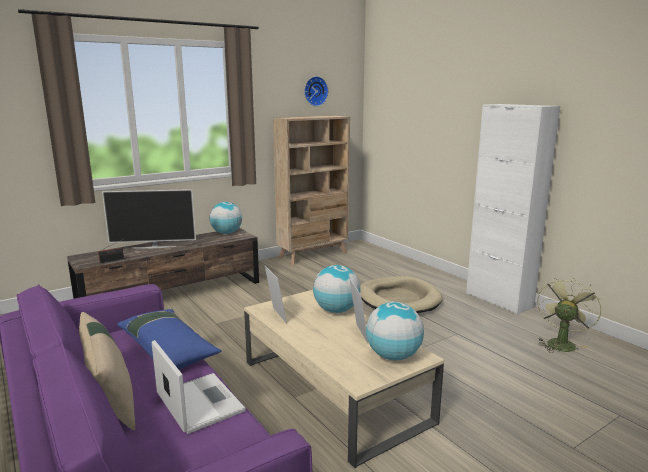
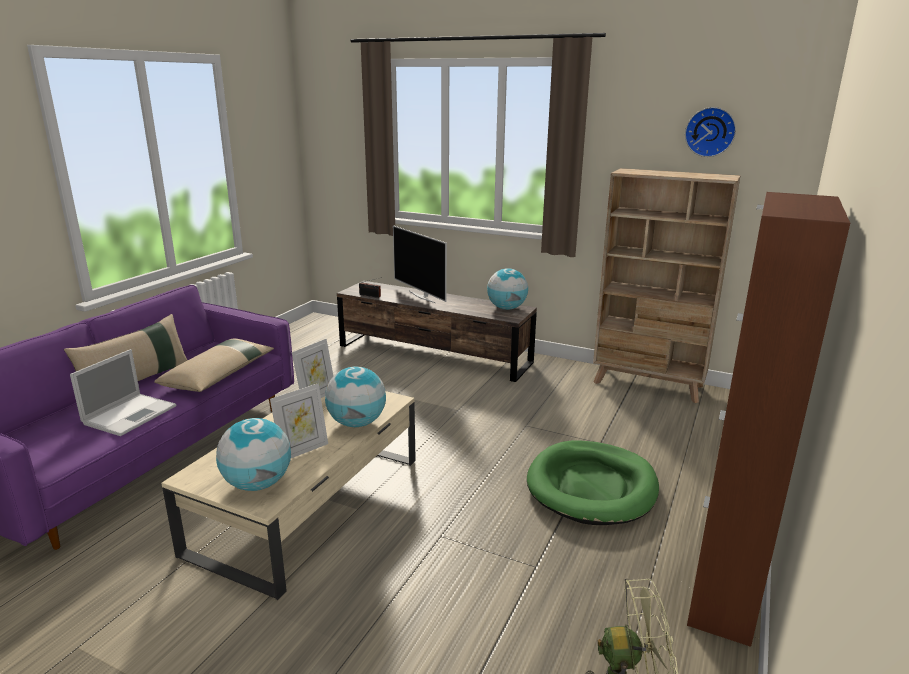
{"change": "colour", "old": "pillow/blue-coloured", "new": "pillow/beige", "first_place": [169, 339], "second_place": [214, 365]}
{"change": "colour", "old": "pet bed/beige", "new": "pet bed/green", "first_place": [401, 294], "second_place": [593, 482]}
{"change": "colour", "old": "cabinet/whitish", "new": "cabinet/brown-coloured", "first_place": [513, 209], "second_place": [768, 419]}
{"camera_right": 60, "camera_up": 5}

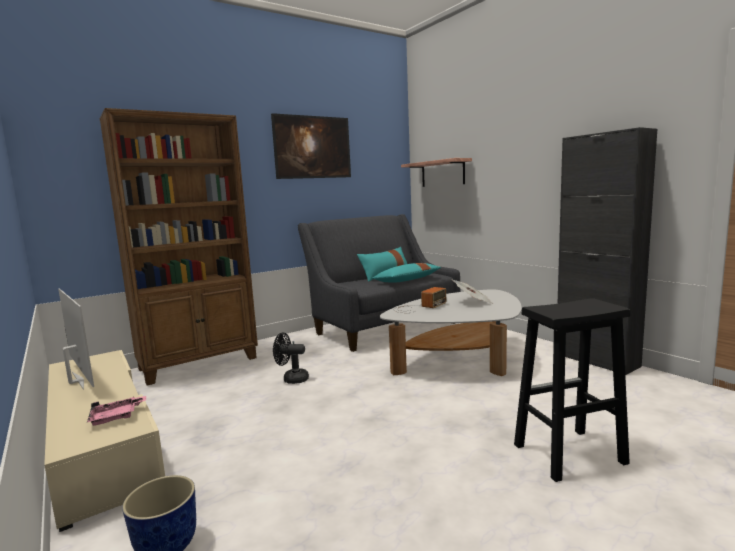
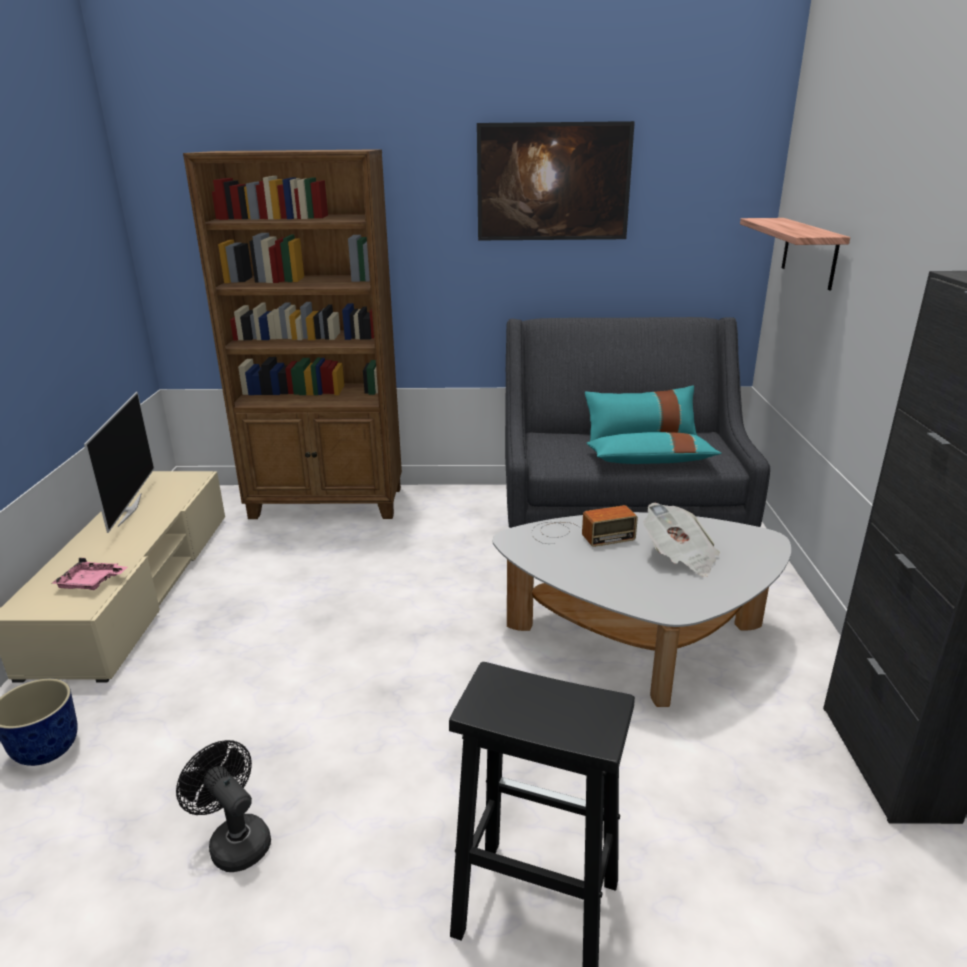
{"change": "relocated", "old": "electric fan/black", "first_place": [291, 358], "second_place": [223, 806]}
{"camera_right": 35, "camera_up": 15}

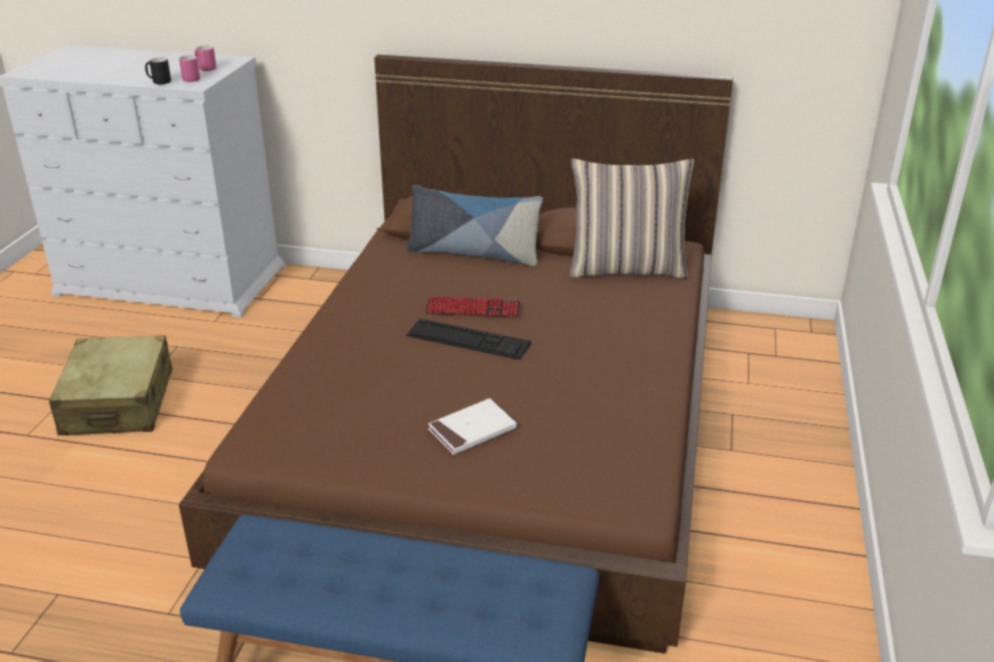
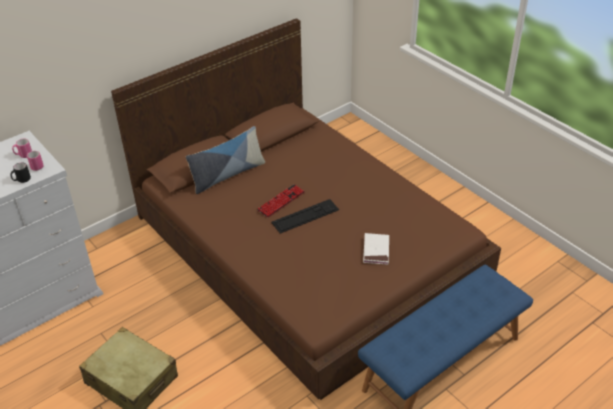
{"change": "missing", "old": "pillow", "first_place": [631, 218]}
{"camera_right": -50, "camera_up": 10}

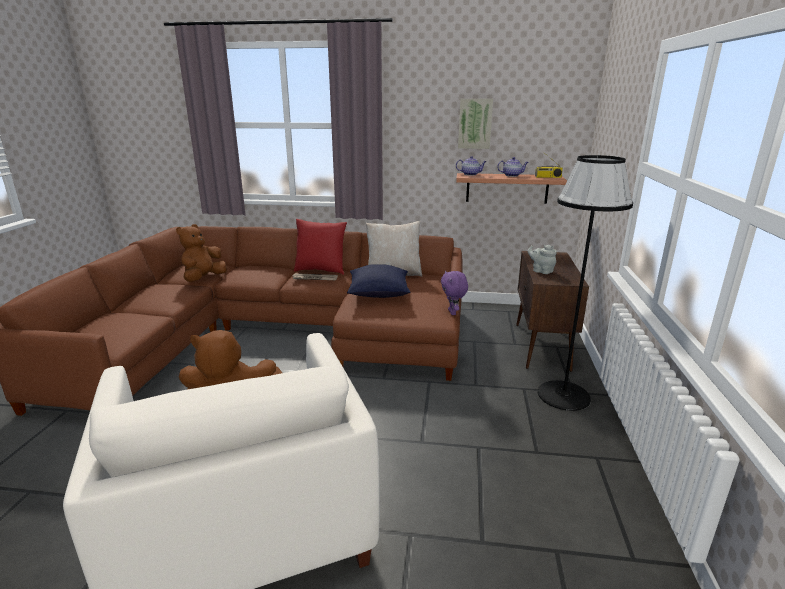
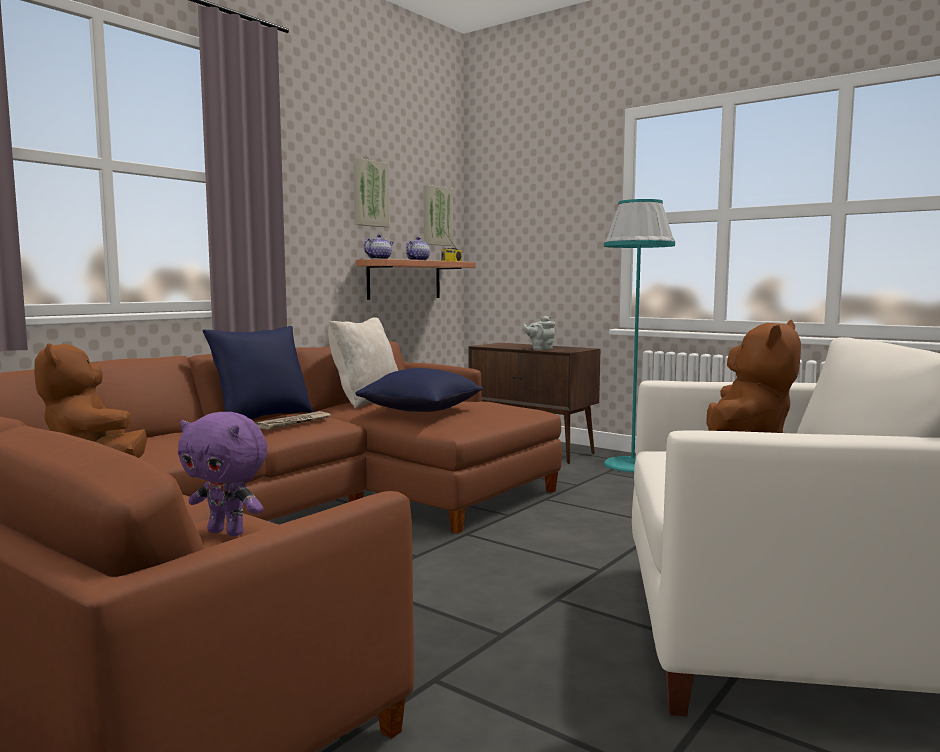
{"change": "colour", "old": "pillow/reddish", "new": "pillow/blue-coloured", "first_place": [320, 247], "second_place": [257, 372]}
{"change": "relocated", "old": "cuddly toy/purple", "first_place": [454, 293], "second_place": [222, 474]}
{"change": "colour", "old": "standard lamp/black", "new": "standard lamp/turquoise", "first_place": [585, 283], "second_place": [639, 335]}
{"change": "appeared", "new": "wall picture", "second_place": [438, 215]}
{"camera_right": -60, "camera_up": -15}

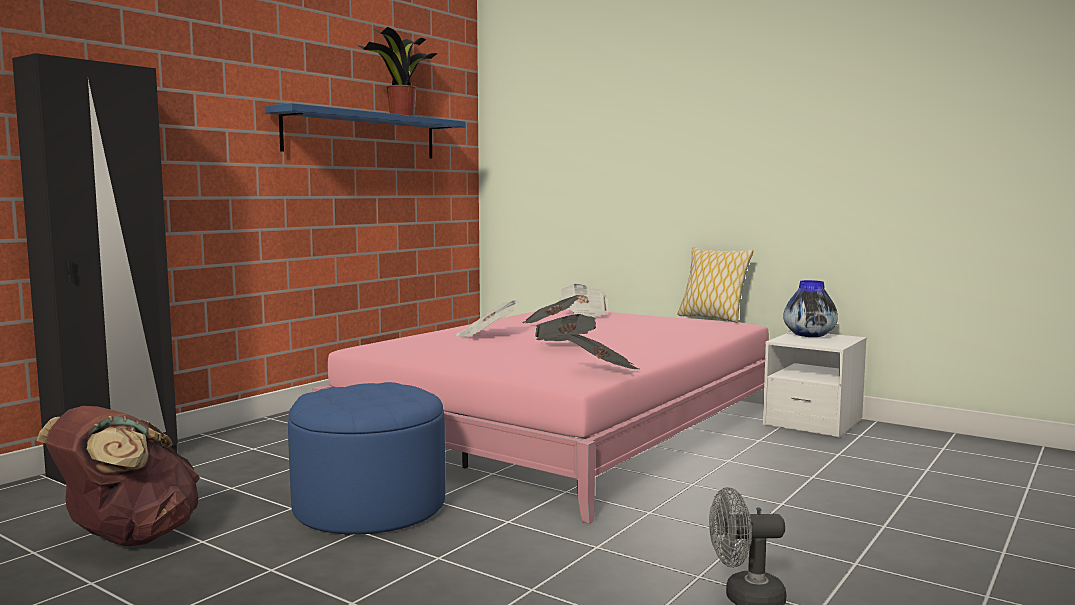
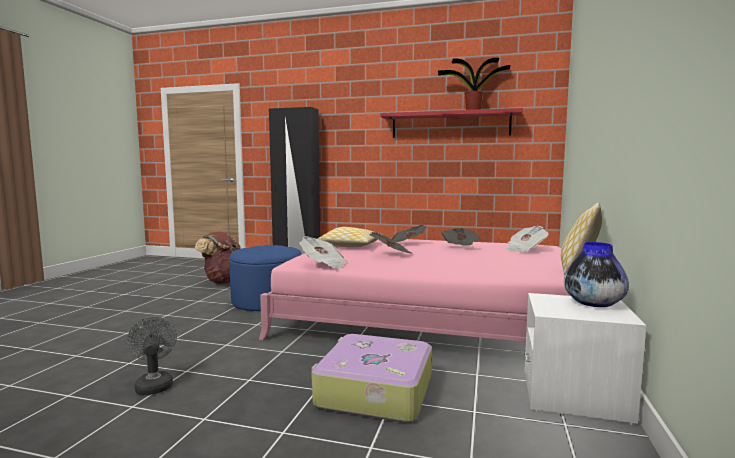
{"change": "colour", "old": "wall shelf/blue-coloured", "new": "wall shelf/reddish", "first_place": [365, 131], "second_place": [451, 123]}
{"change": "appeared", "new": "travel case", "second_place": [371, 378]}
{"change": "appeared", "new": "pillow", "second_place": [350, 237]}
{"camera_right": 70, "camera_up": 0}

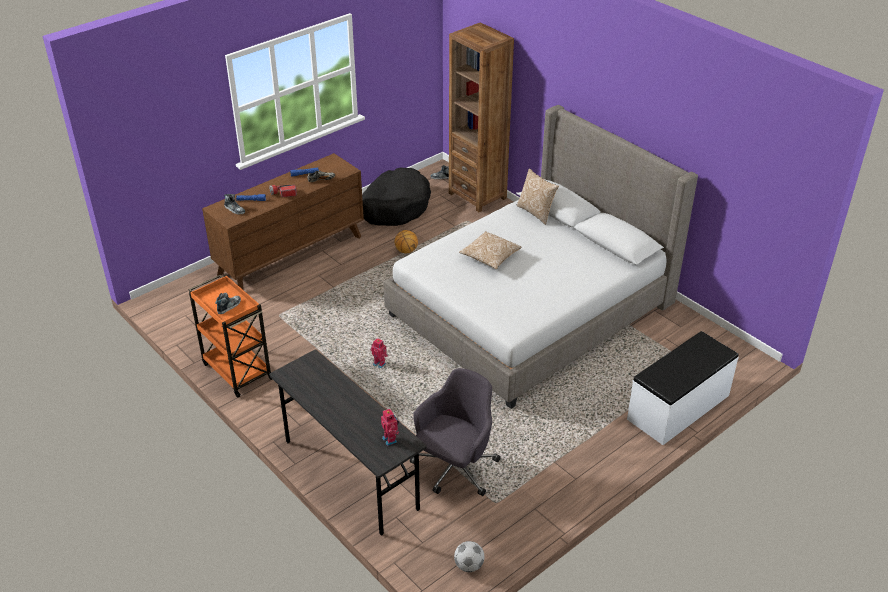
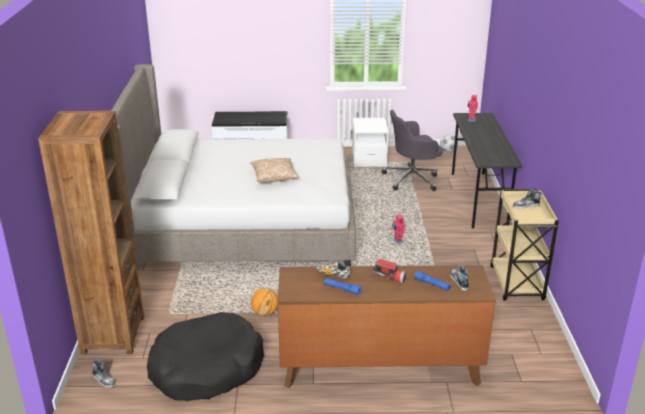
{"change": "colour", "old": "trolley/orangey", "new": "trolley/beige", "first_place": [230, 336], "second_place": [524, 245]}
{"change": "missing", "old": "pillow", "first_place": [538, 197]}
{"change": "appeared", "new": "nightstand/whitish", "second_place": [370, 142]}
{"camera_right": -140, "camera_up": -10}

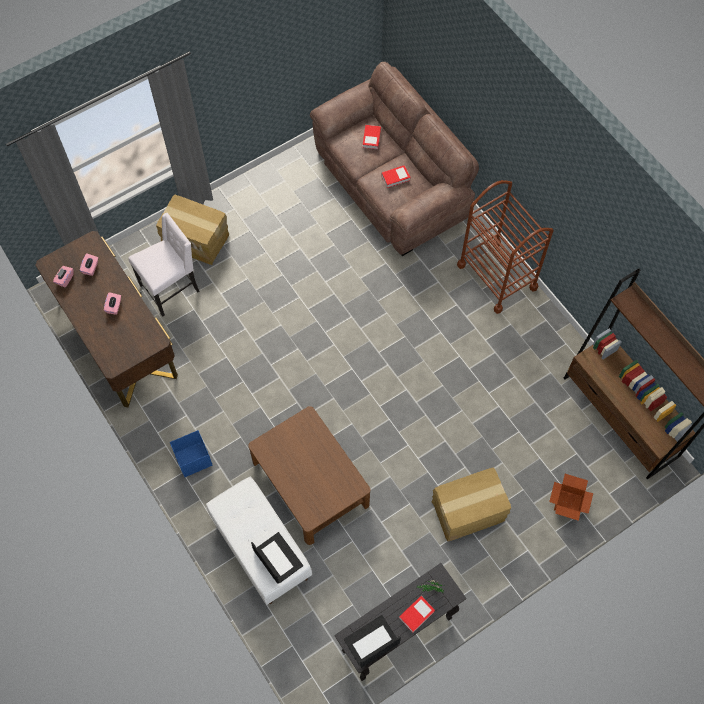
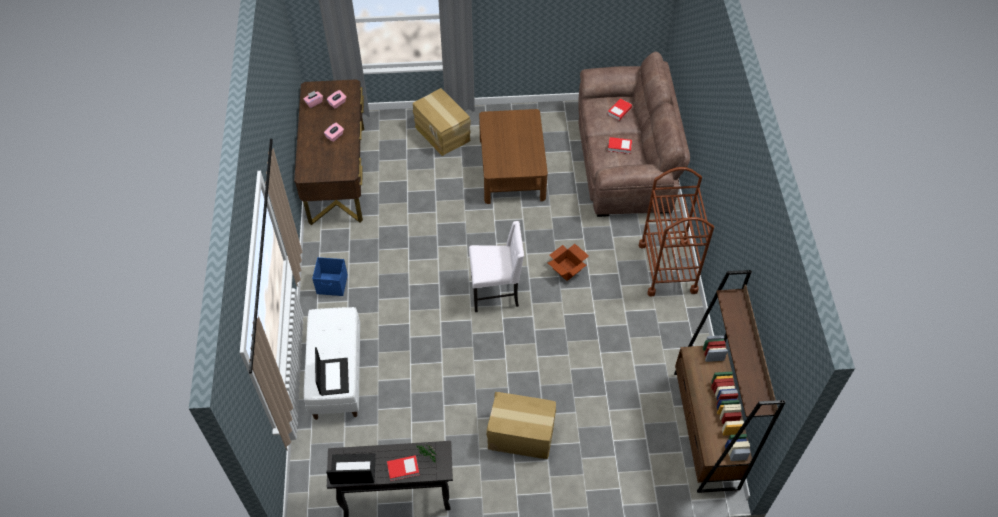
{"change": "relocated", "old": "upright chair/whitish", "first_place": [164, 265], "second_place": [496, 266]}
{"change": "relocated", "old": "low table/brown-coloured", "first_place": [309, 475], "second_place": [513, 156]}
{"change": "relocated", "old": "carton", "first_place": [571, 497], "second_place": [568, 262]}
{"camera_right": 30, "camera_up": -10}

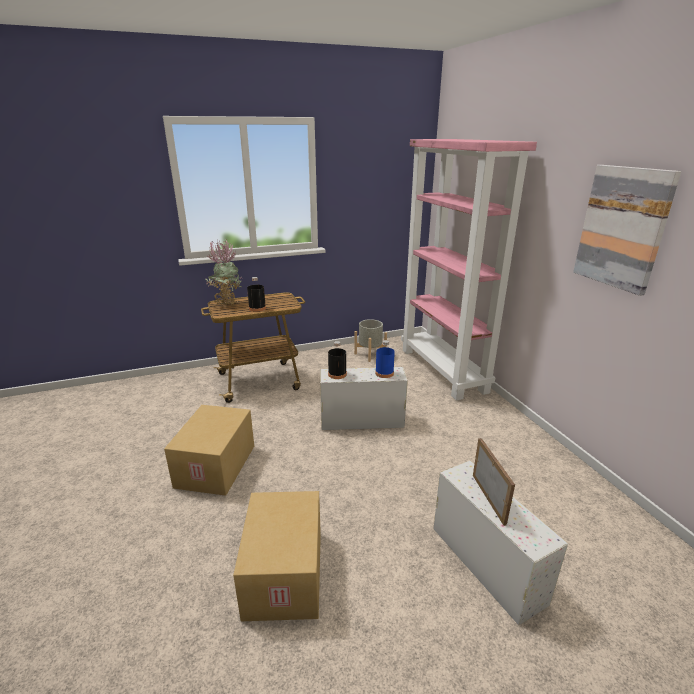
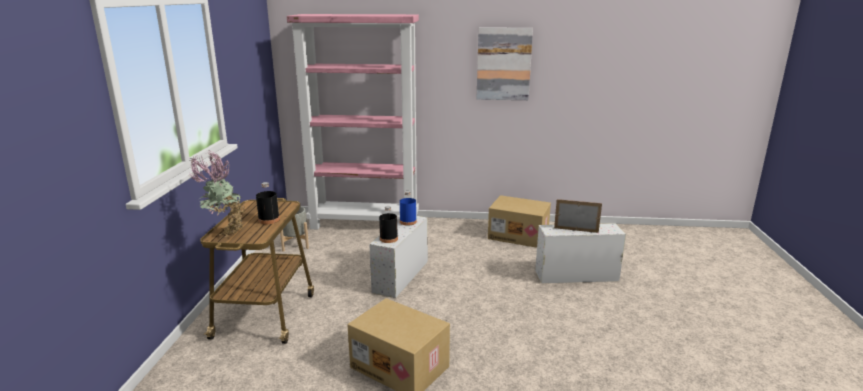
{"change": "relocated", "old": "carton", "first_place": [277, 556], "second_place": [519, 221]}
{"camera_right": -65, "camera_up": -5}

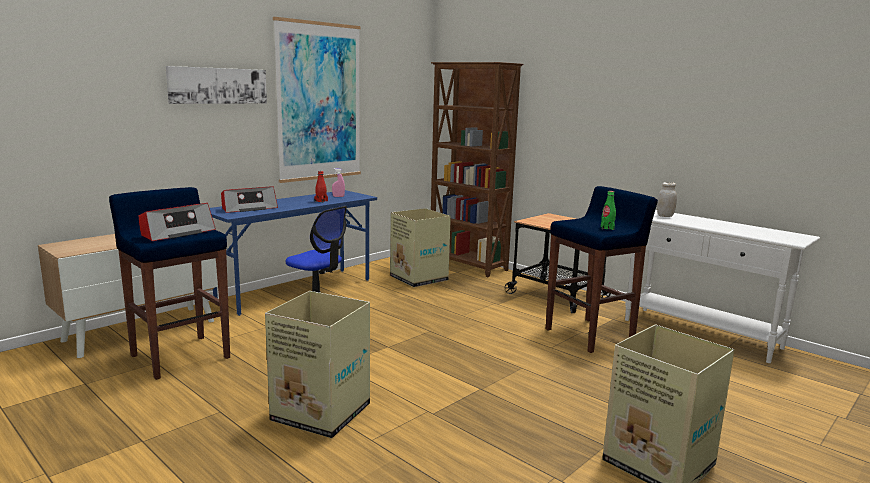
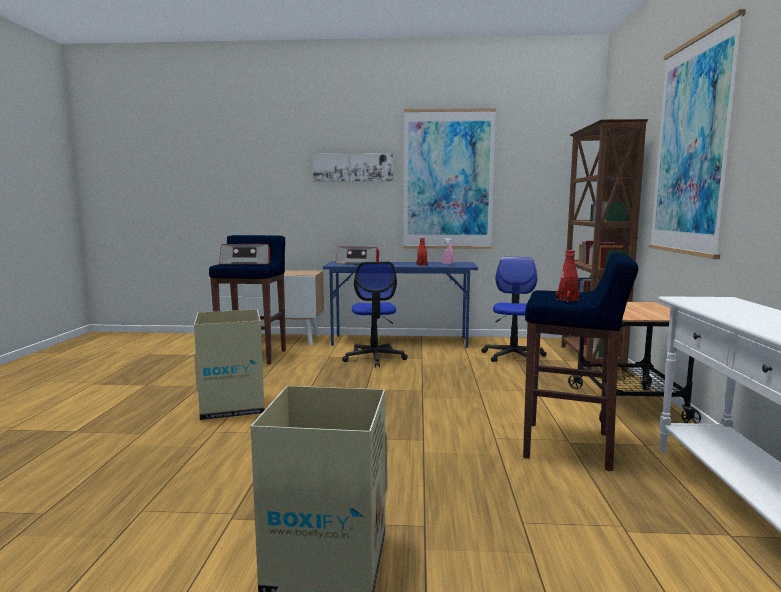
{"change": "exchanged", "old": "carton", "new": "computer chair", "first_place": [420, 247], "second_place": [513, 309]}
{"change": "colour", "old": "bottle/green", "new": "bottle/reddish", "first_place": [608, 210], "second_place": [568, 276]}
{"change": "missing", "old": "preserve jar/whitish", "first_place": [667, 199]}
{"change": "appeared", "new": "wall picture", "second_place": [697, 134]}
{"camera_right": 50, "camera_up": -5}

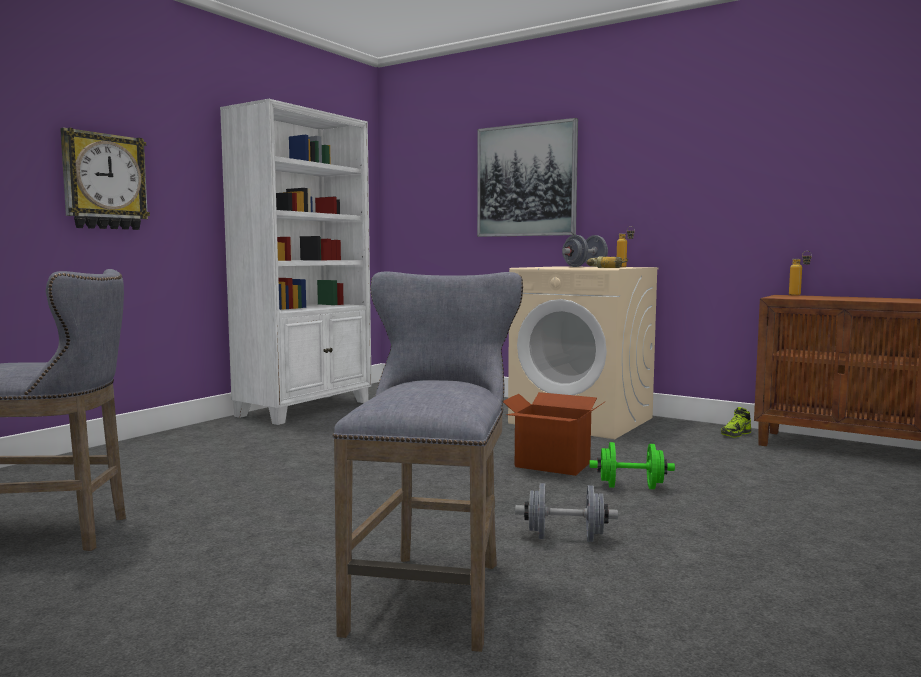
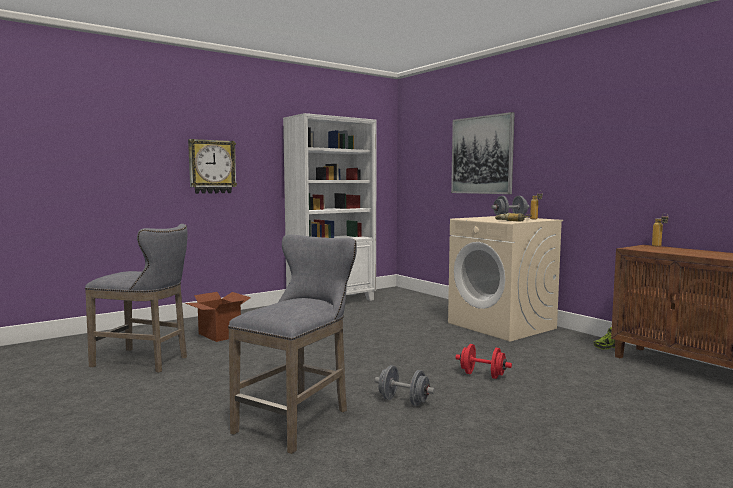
{"change": "relocated", "old": "carton", "first_place": [554, 434], "second_place": [218, 317]}
{"change": "colour", "old": "free weight/green", "new": "free weight/reddish", "first_place": [632, 465], "second_place": [483, 361]}
{"camera_right": 20, "camera_up": 0}

